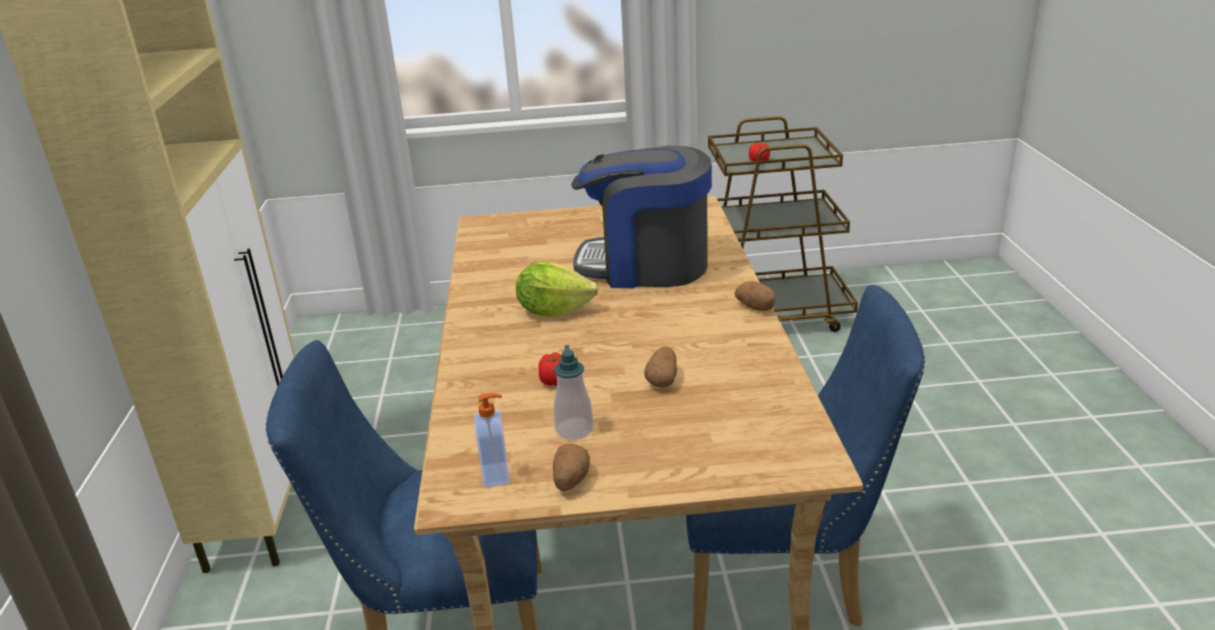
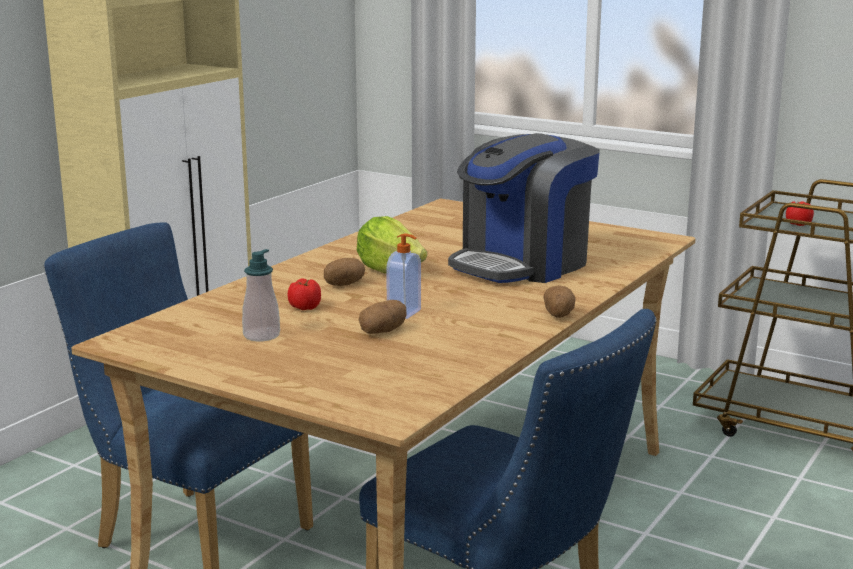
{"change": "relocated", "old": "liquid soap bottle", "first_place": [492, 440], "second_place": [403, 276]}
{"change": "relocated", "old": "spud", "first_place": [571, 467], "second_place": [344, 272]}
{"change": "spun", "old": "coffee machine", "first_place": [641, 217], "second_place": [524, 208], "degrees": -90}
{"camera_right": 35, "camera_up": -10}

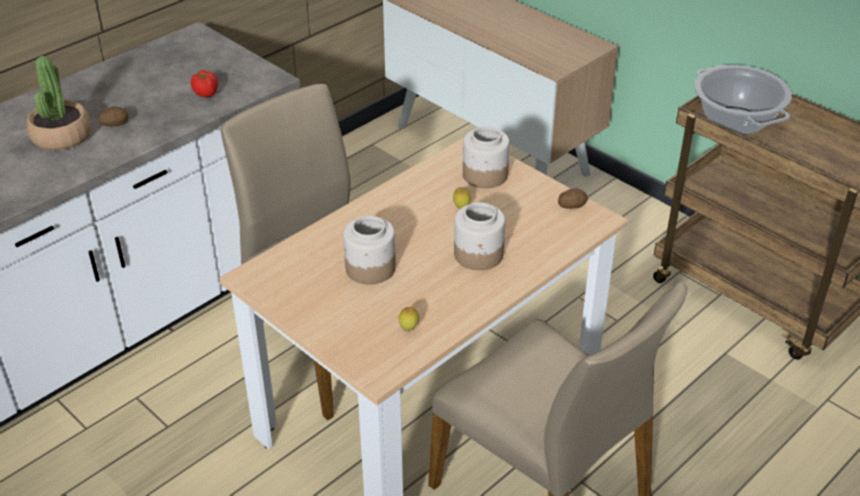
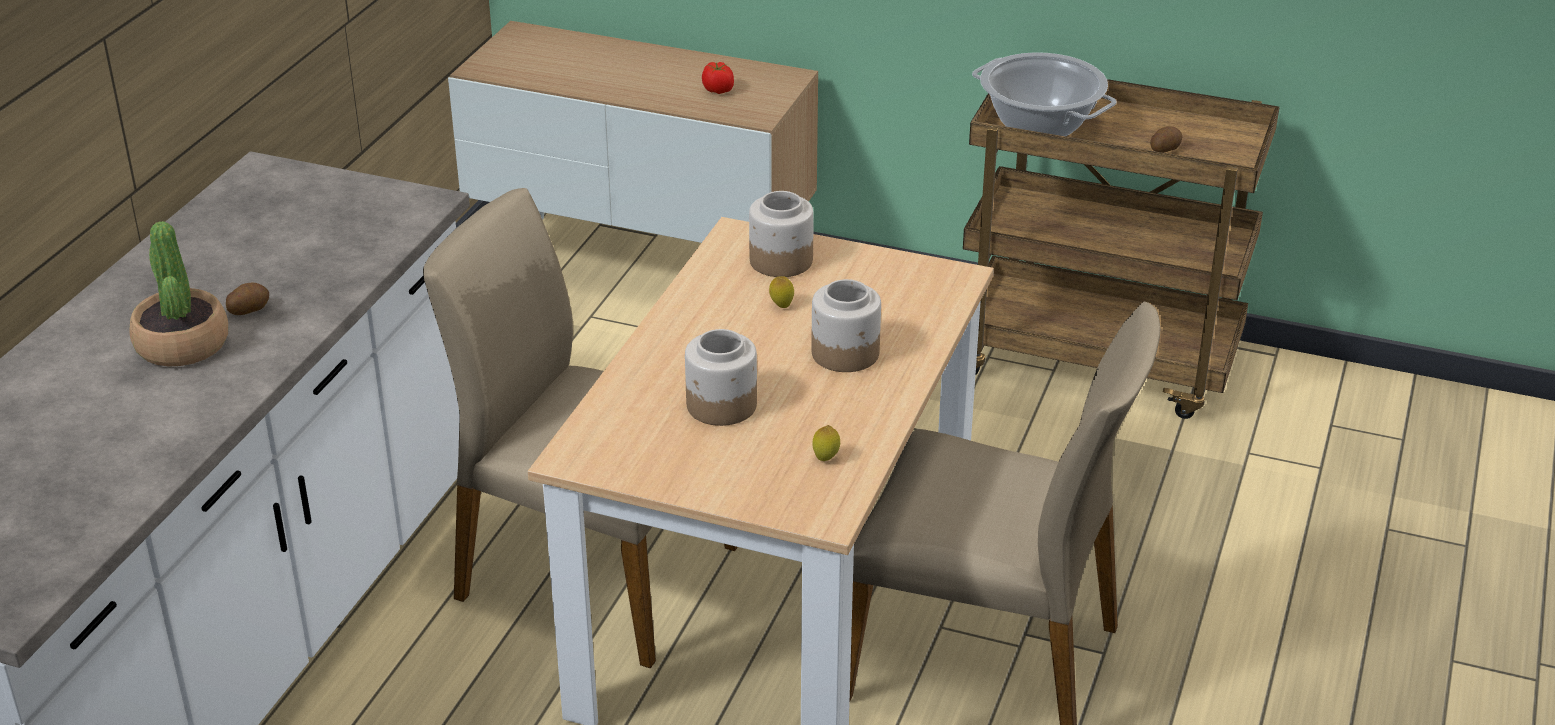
{"change": "relocated", "old": "whole tomato", "first_place": [204, 83], "second_place": [718, 78]}
{"change": "relocated", "old": "spud", "first_place": [573, 198], "second_place": [1166, 139]}
{"camera_right": -25, "camera_up": -5}

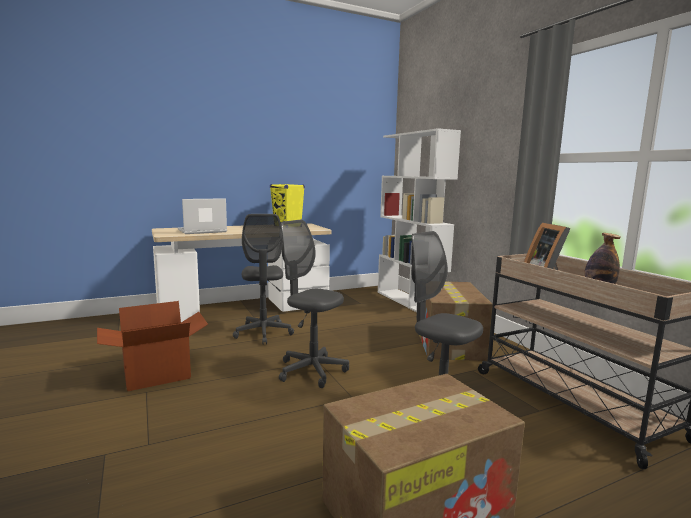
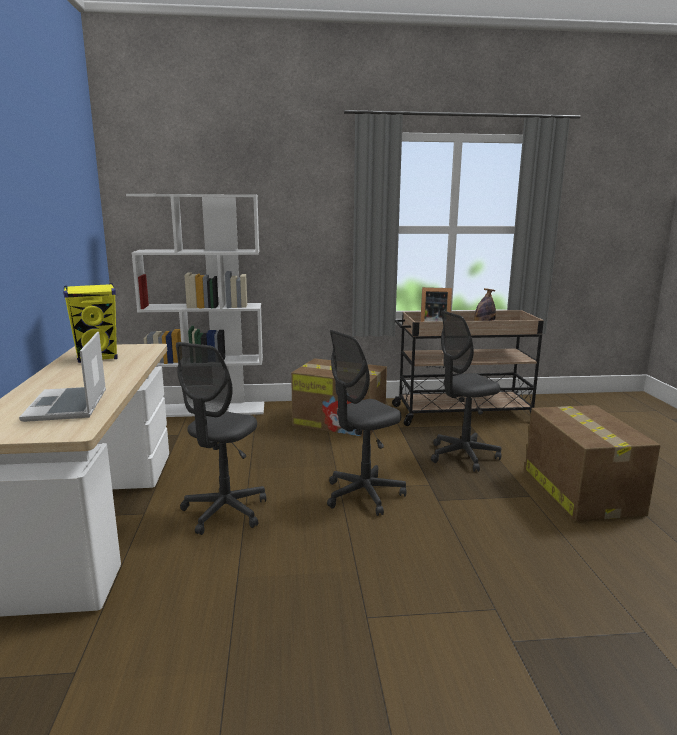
{"change": "missing", "old": "carton", "first_place": [152, 346]}
{"change": "spun", "old": "computer chair/gray", "first_place": [263, 279], "second_place": [221, 438], "degrees": 105}
{"camera_right": -70, "camera_up": 5}

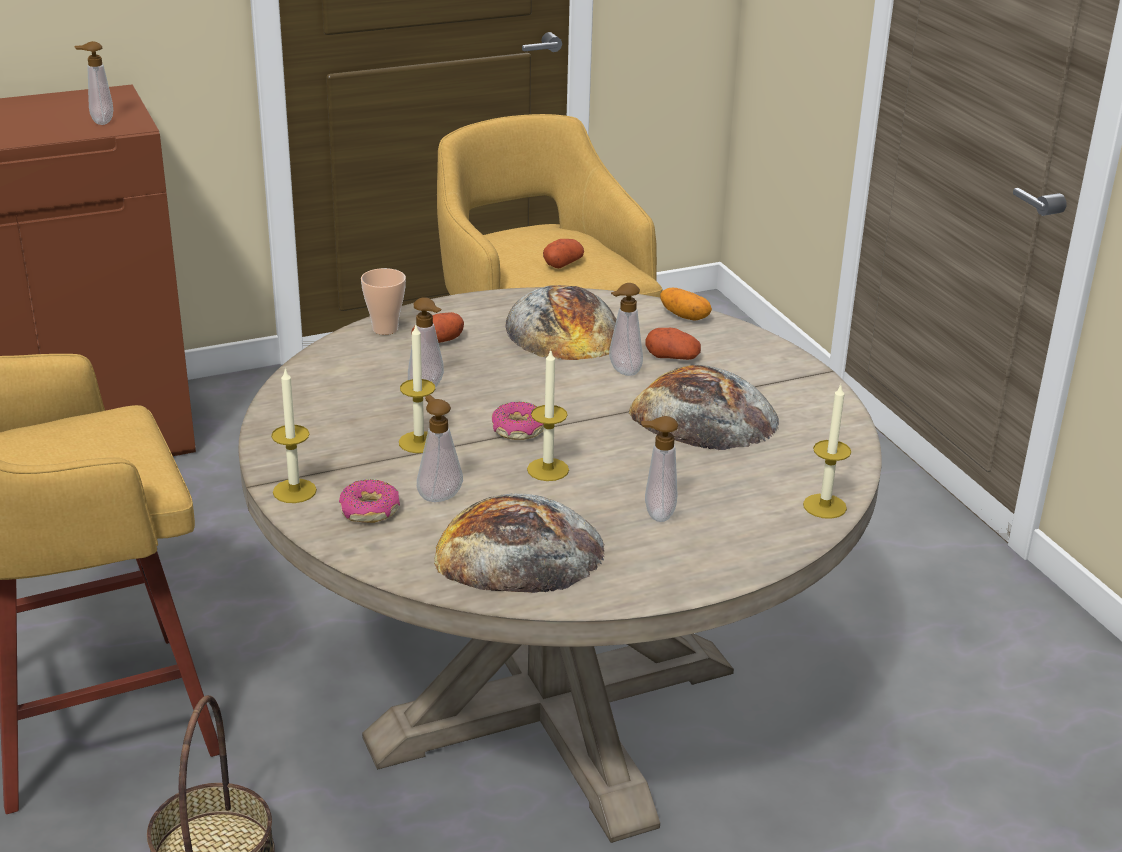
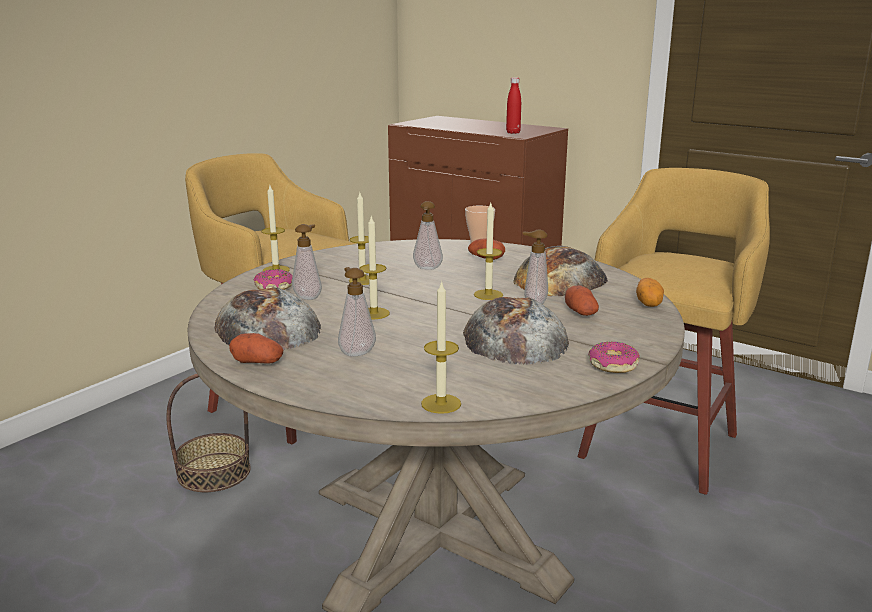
{"change": "exchanged", "old": "liquid soap bottle", "new": "bottle/reddish", "first_place": [94, 83], "second_place": [513, 105]}
{"change": "relocated", "old": "doughnut", "first_place": [518, 421], "second_place": [614, 357]}
{"change": "relocated", "old": "spud", "first_place": [563, 253], "second_place": [256, 348]}
{"change": "appeared", "new": "candle", "second_place": [488, 251]}
{"camera_right": 60, "camera_up": -10}

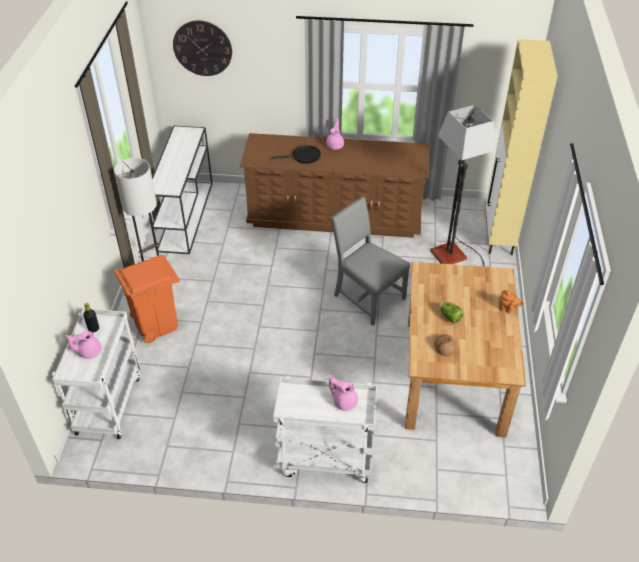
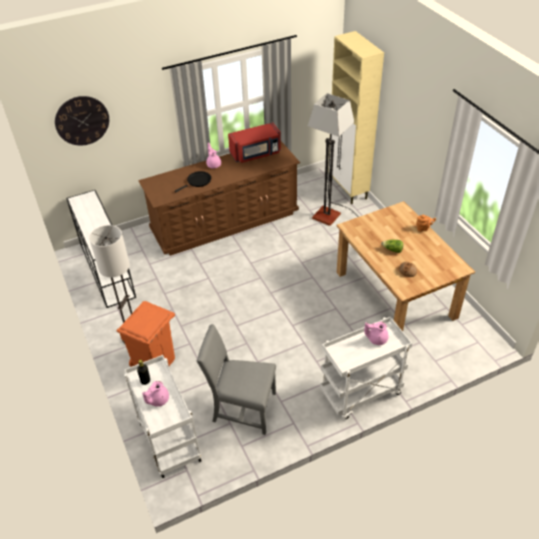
{"change": "relocated", "old": "upright chair/gray", "first_place": [370, 261], "second_place": [236, 379]}
{"change": "appeared", "new": "microwave oven/reddish", "second_place": [254, 142]}
{"camera_right": -30, "camera_up": 0}

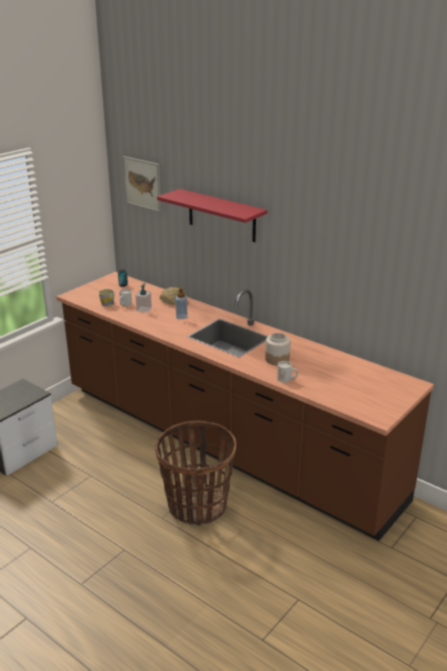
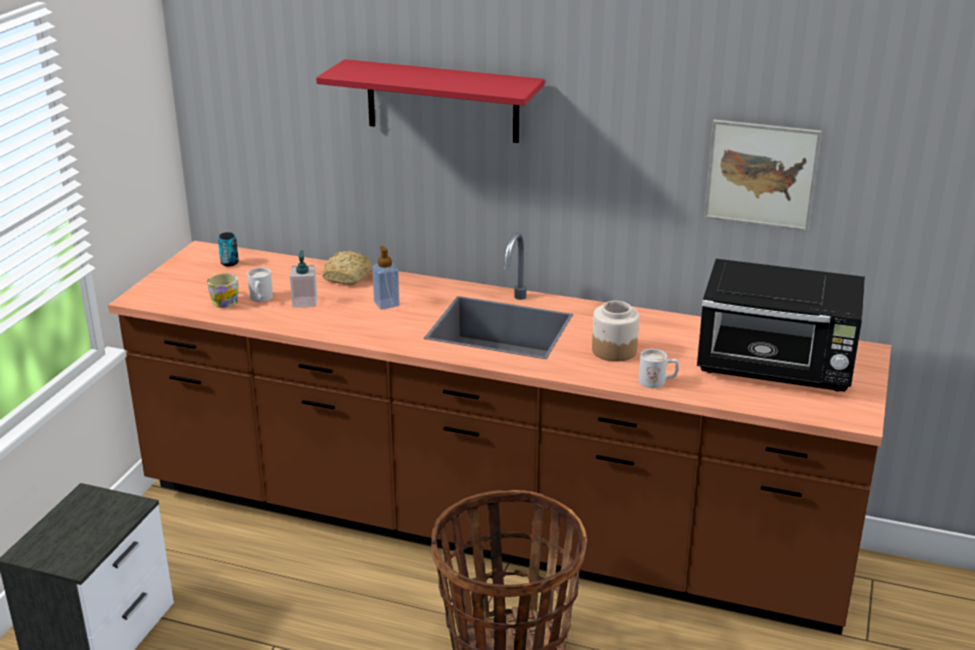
{"change": "relocated", "old": "wall picture", "first_place": [142, 184], "second_place": [762, 175]}
{"change": "appeared", "new": "microwave oven/black", "second_place": [781, 325]}
{"camera_right": -20, "camera_up": 0}

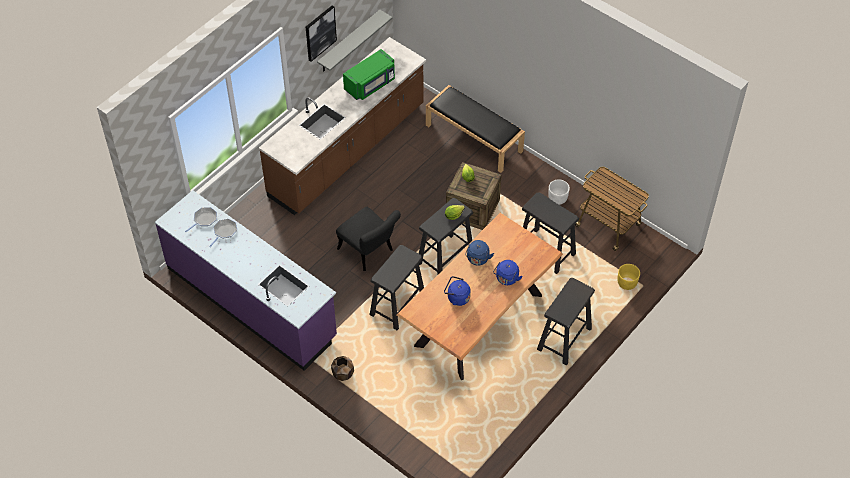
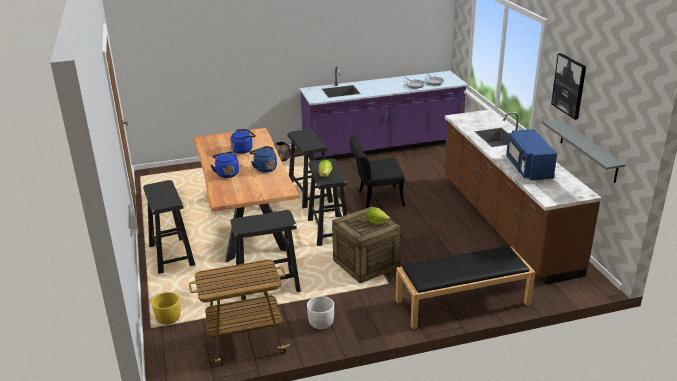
{"change": "colour", "old": "microwave oven/green", "new": "microwave oven/blue-coloured", "first_place": [369, 74], "second_place": [531, 154]}
{"camera_right": 125, "camera_up": -25}

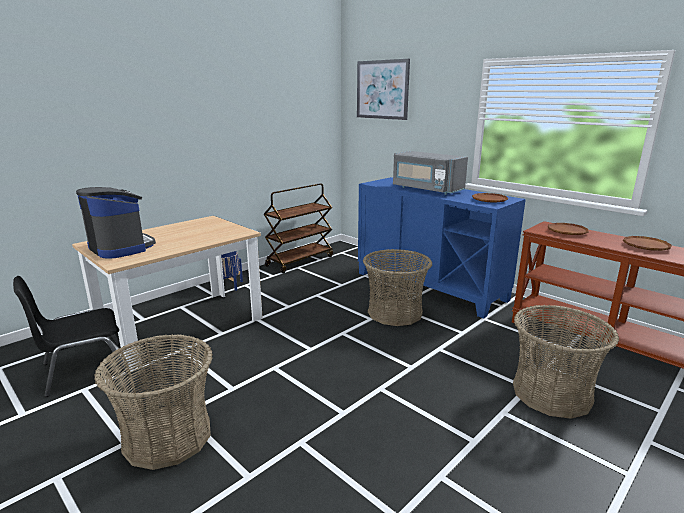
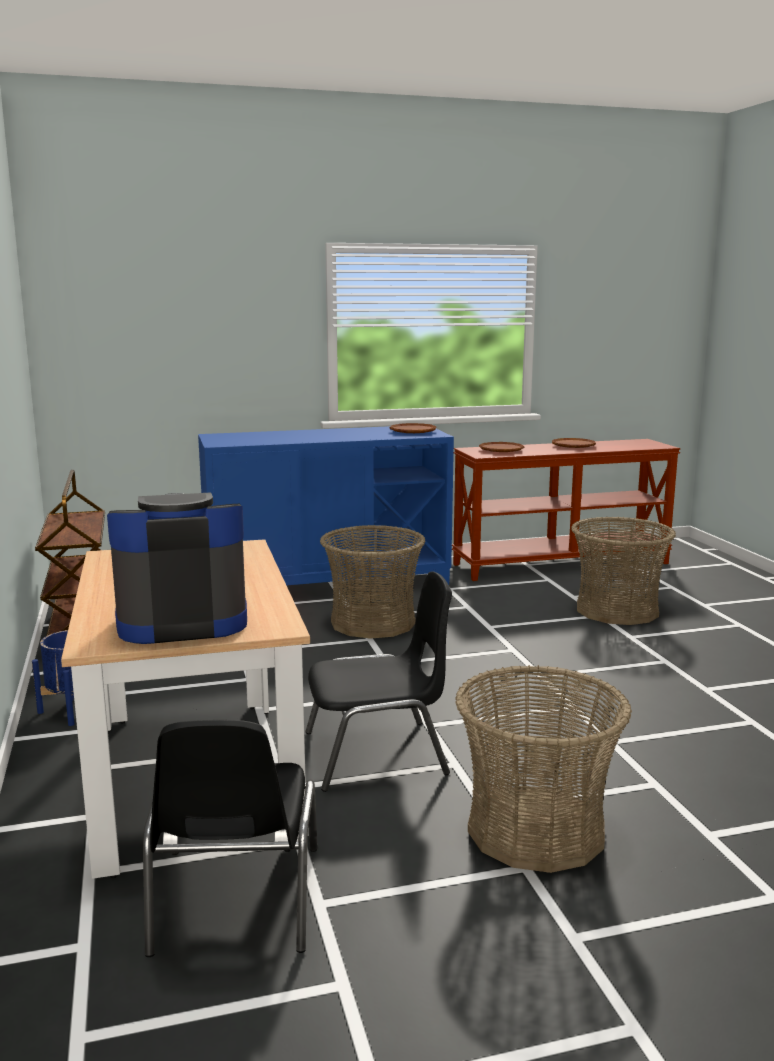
{"change": "missing", "old": "wall picture", "first_place": [383, 89]}
{"change": "missing", "old": "microwave oven/gray", "first_place": [430, 173]}
{"change": "appeared", "new": "upright chair/black", "second_place": [378, 681]}
{"camera_right": -60, "camera_up": -5}

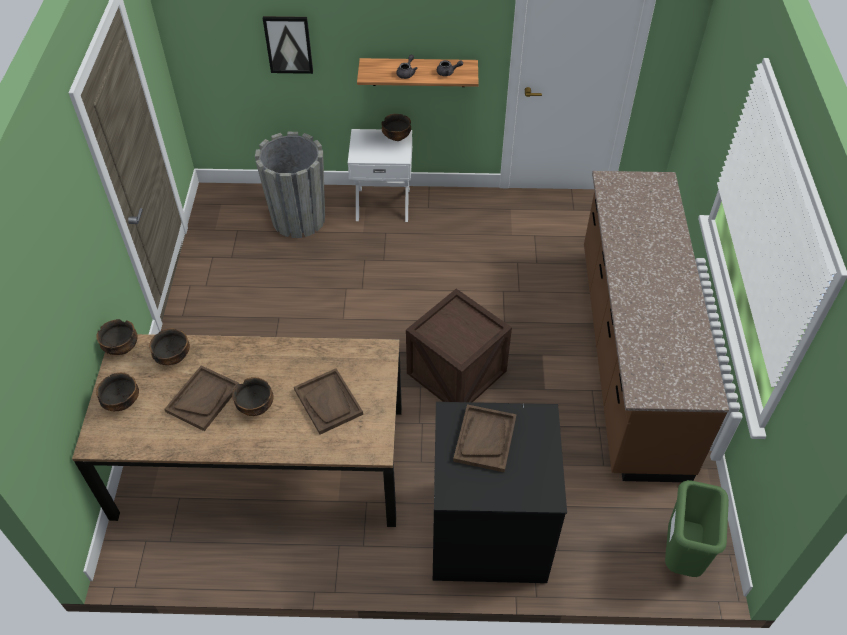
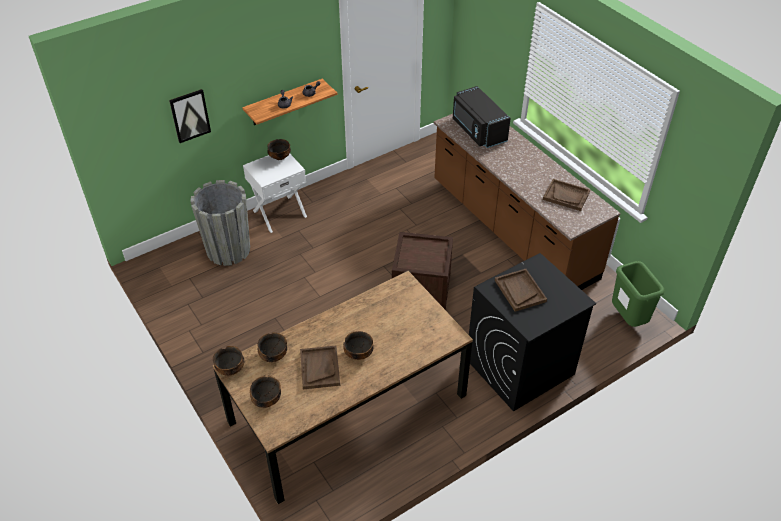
{"change": "relocated", "old": "carrying tray/brown-coloured", "first_place": [328, 401], "second_place": [566, 195]}
{"change": "appeared", "new": "microwave oven/black", "second_place": [482, 117]}
{"camera_right": -35, "camera_up": -5}

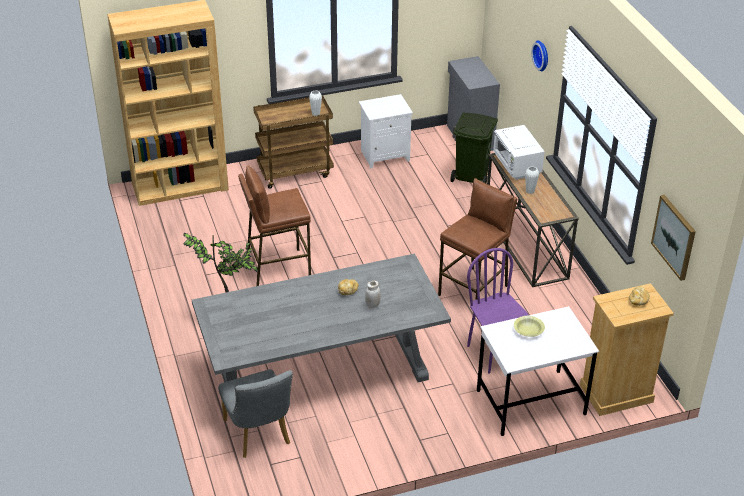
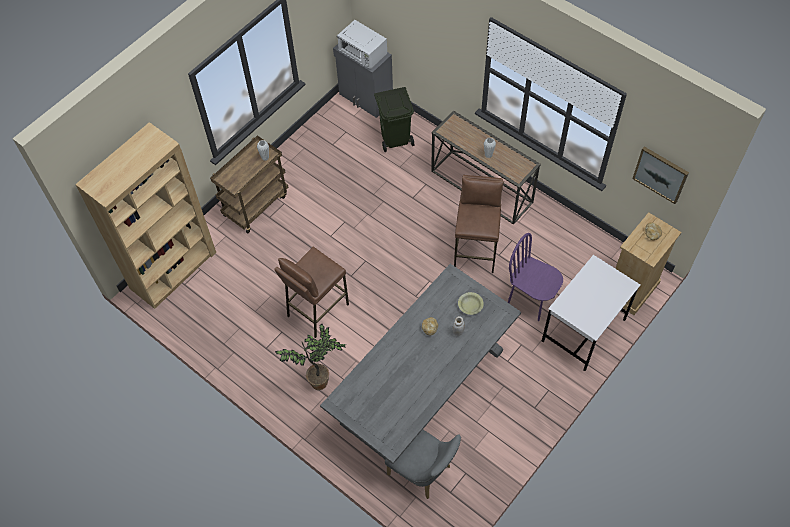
{"change": "missing", "old": "nightstand/whitish", "first_place": [386, 131]}
{"change": "relocated", "old": "microwave oven/whitish", "first_place": [519, 152], "second_place": [362, 44]}
{"change": "relocated", "old": "serving bowl/yellow-coloured", "first_place": [529, 326], "second_place": [471, 303]}
{"change": "missing", "old": "hanging clock", "first_place": [540, 56]}
{"camera_right": -30, "camera_up": 20}

